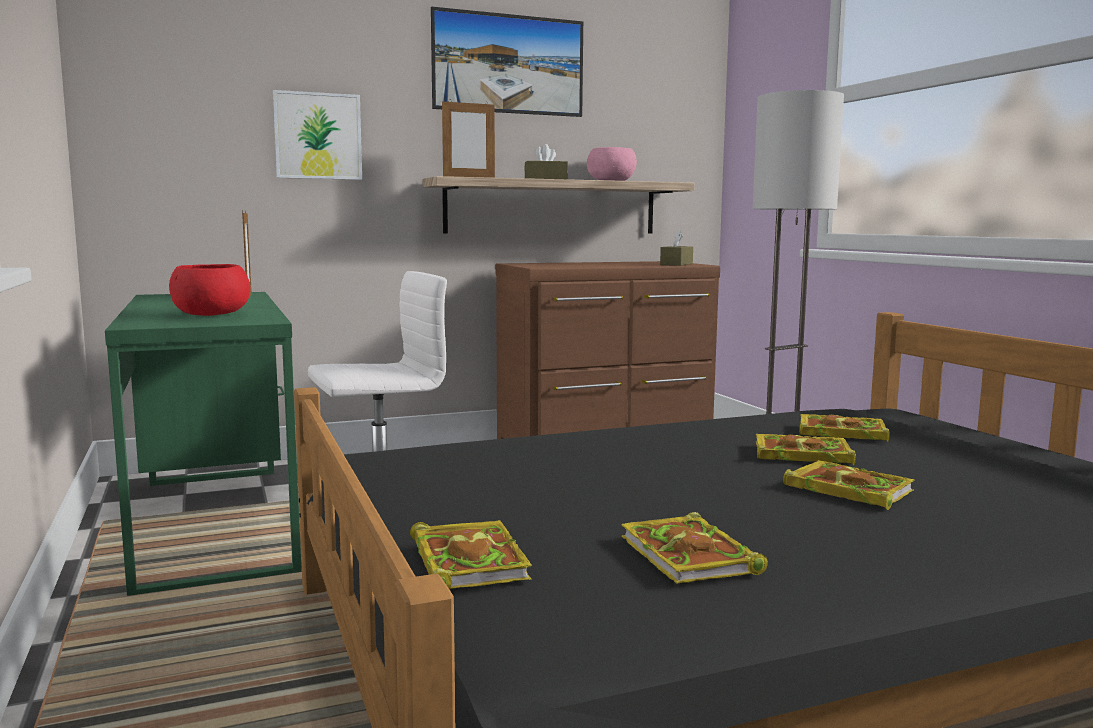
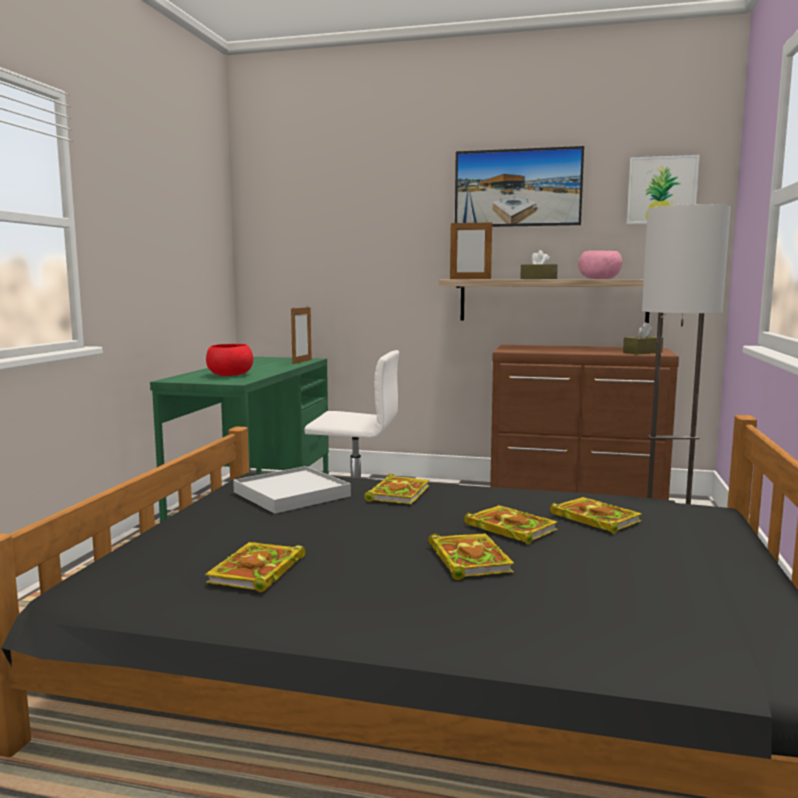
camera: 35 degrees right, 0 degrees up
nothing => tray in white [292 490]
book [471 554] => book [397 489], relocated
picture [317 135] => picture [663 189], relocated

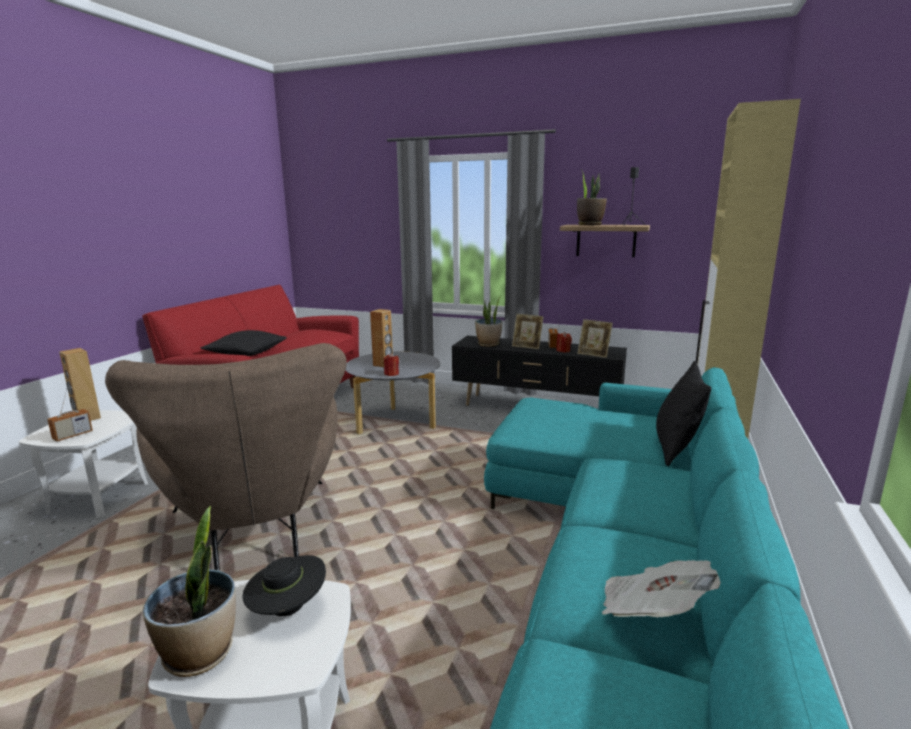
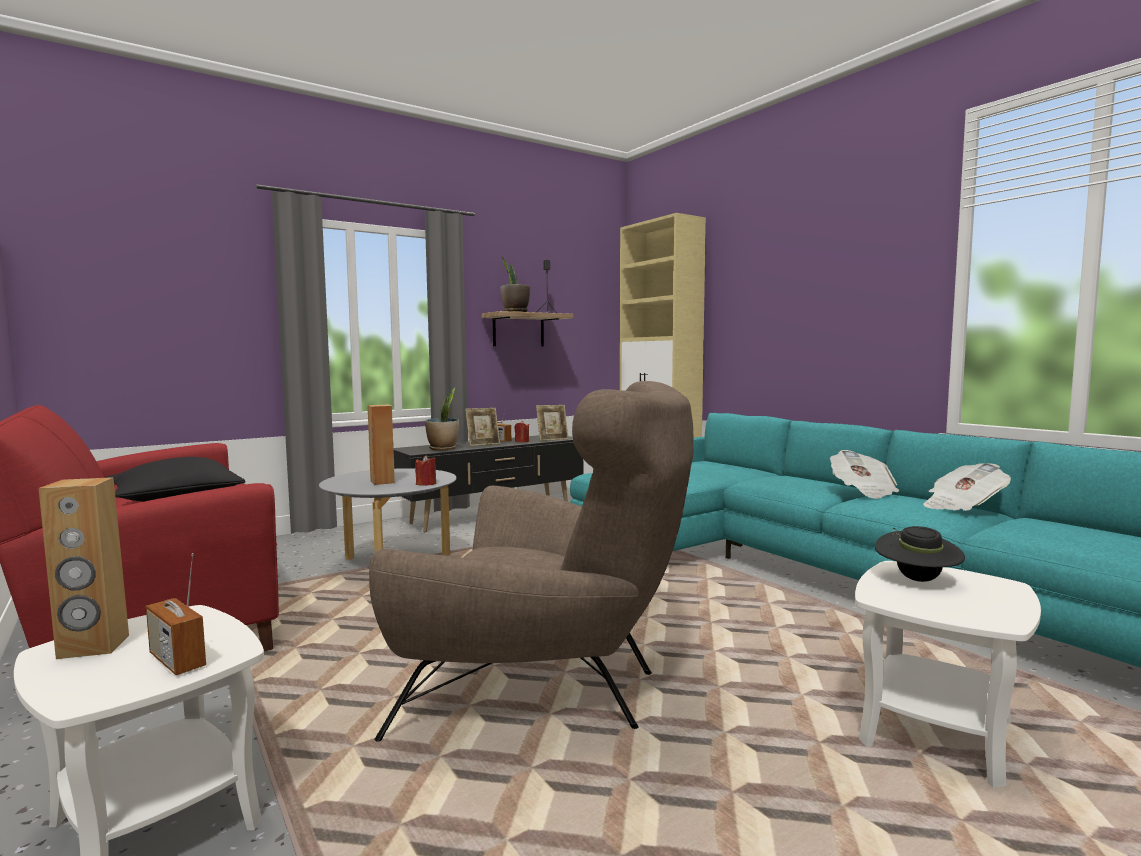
camera: 55 degrees left, 10 degrees down
radio [70 414] => radio [176 614], 150 degrees clockwise
nothing => newspaper [864 474]
potted plant [189 591] => nothing
pillow in black [683 413] => nothing

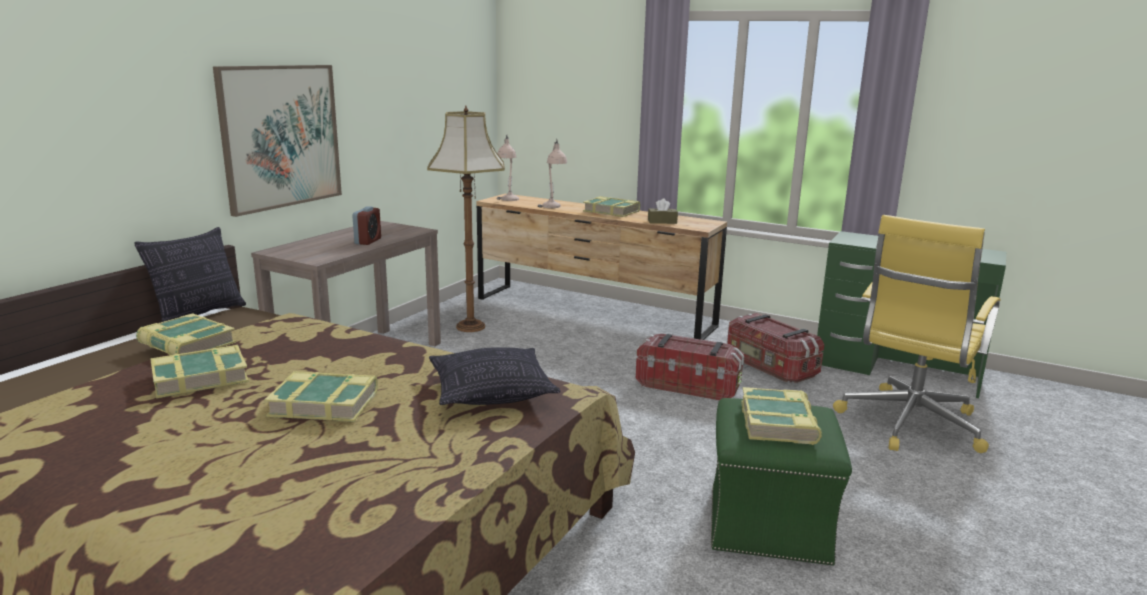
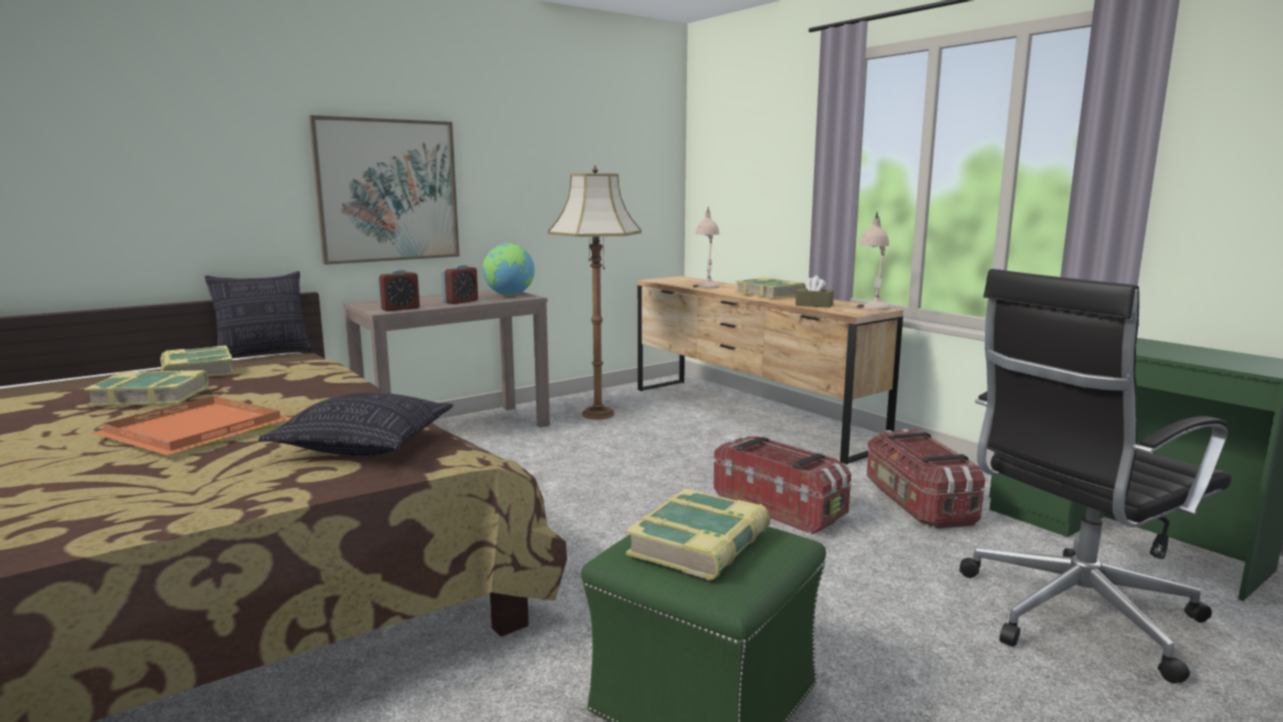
camera: 25 degrees right, 5 degrees down
book [321 396] => tray in orange [191 425]
nothing => alarm clock [398 290]
nothing => globe [509 269]
table lamp in beige [508 167] => table lamp in beige [873 261], relocated
office chair in yellow [916 334] => office chair in black [1095 476]

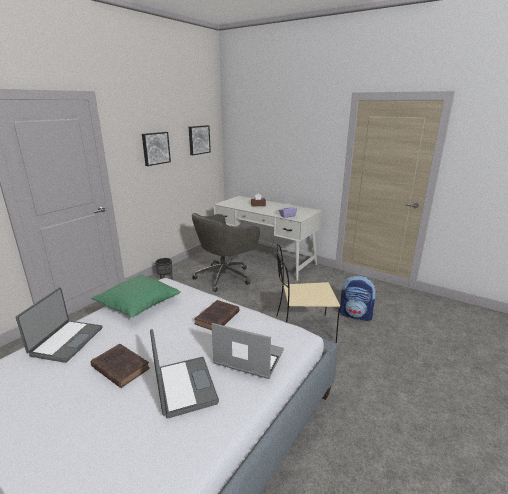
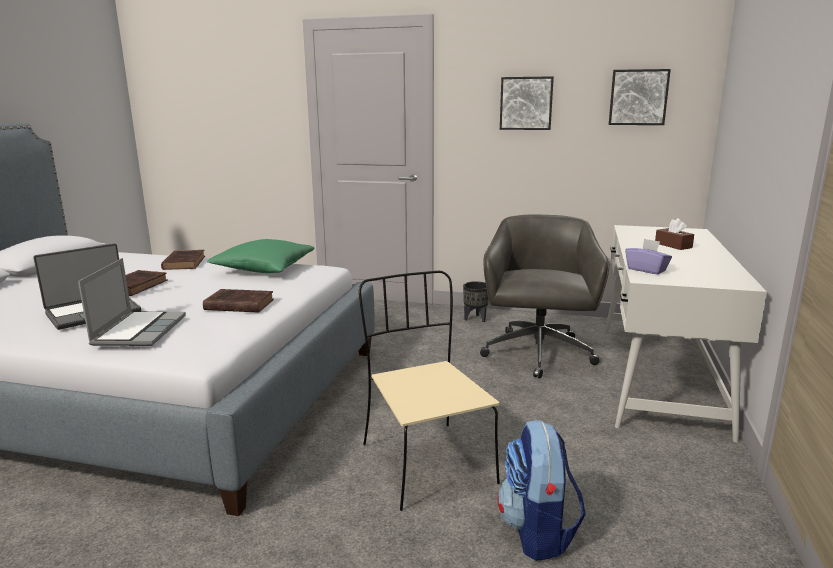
camera: 70 degrees right, 5 degrees down
laptop [59 325] => book in brown [183 260]
office chair in grey [226 252] => office chair in grey [544 297], 75 degrees clockwise

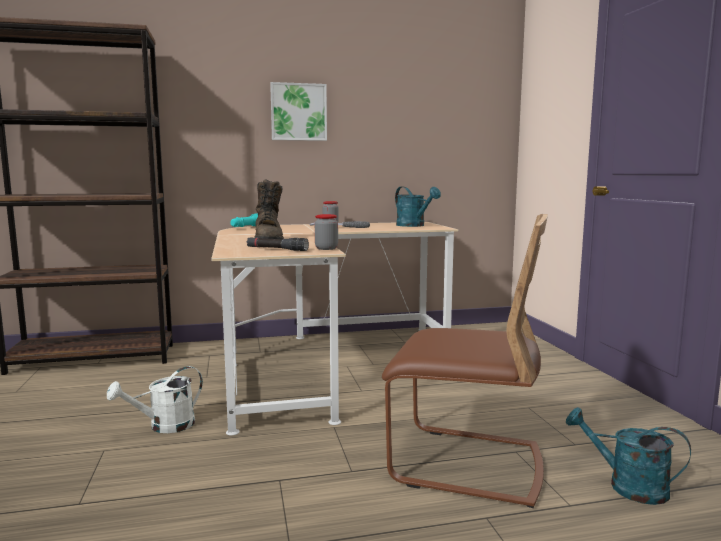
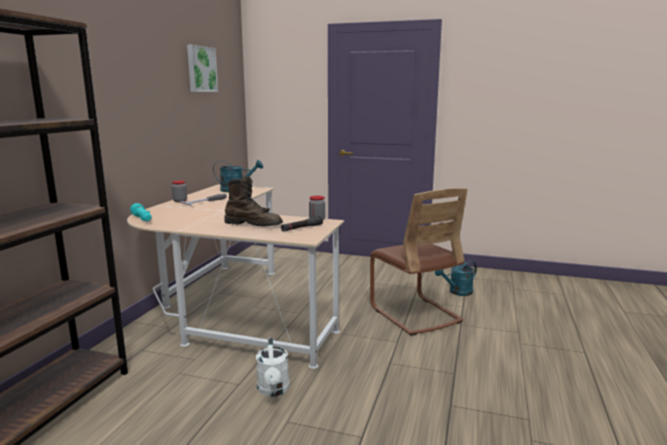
camera: 60 degrees left, 5 degrees up
picture [298 111] => picture [202 68], relocated
chair in brown [465 361] => chair in brown [419 262], 105 degrees clockwise

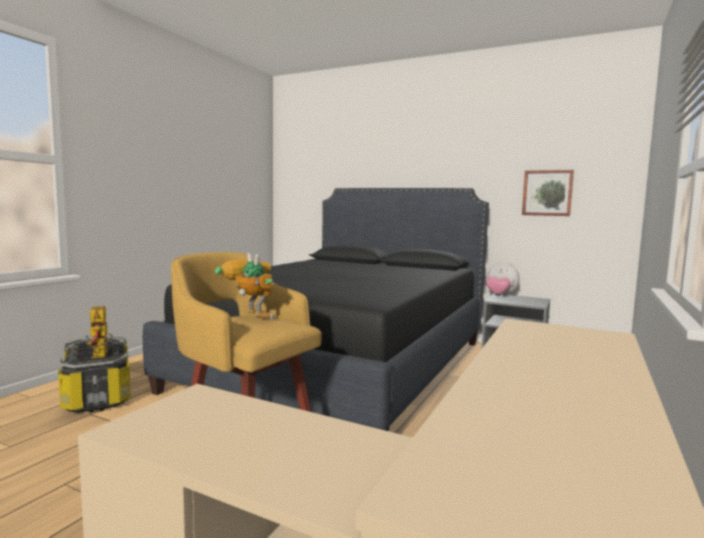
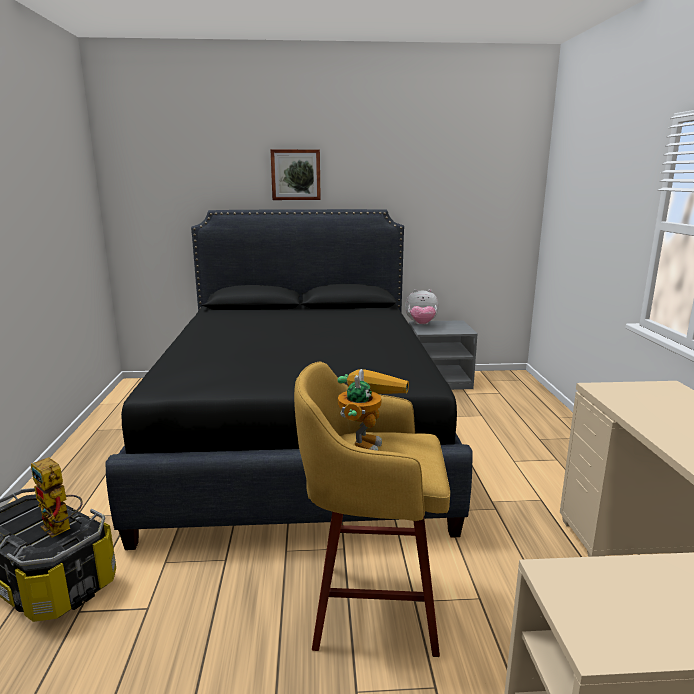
camera: 30 degrees left, 10 degrees up
picture [548 193] => picture [295 174], relocated
toy robot [245 286] => toy robot [373 410], 90 degrees clockwise

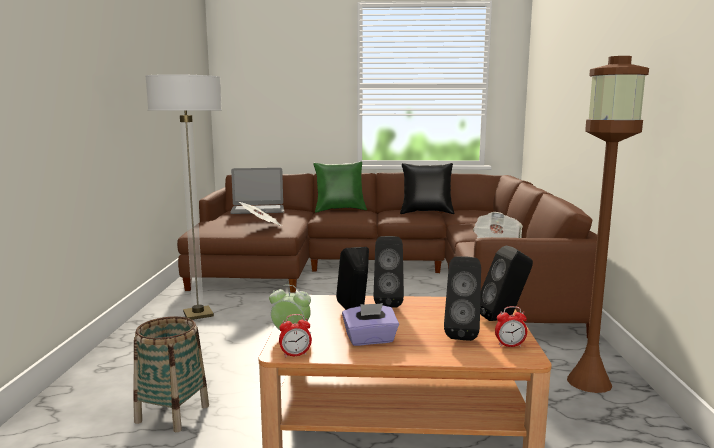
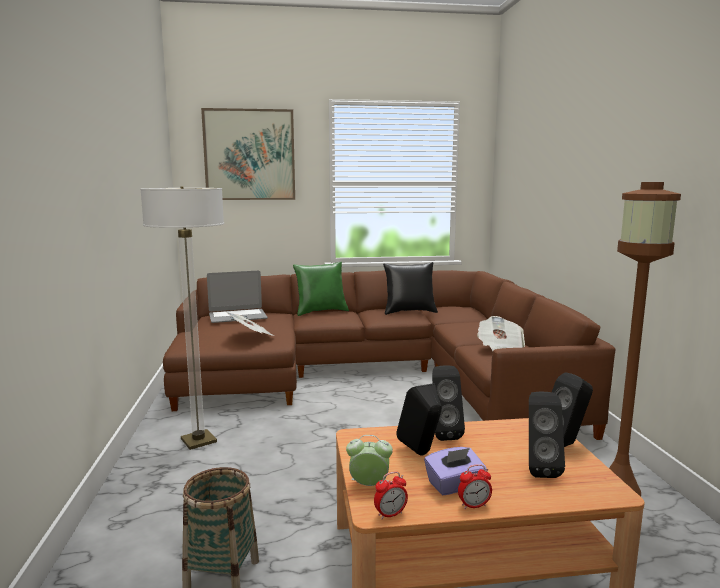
camera: 10 degrees left, 0 degrees up
nothing => picture [248 154]
alarm clock [511 326] => alarm clock [475 486], relocated

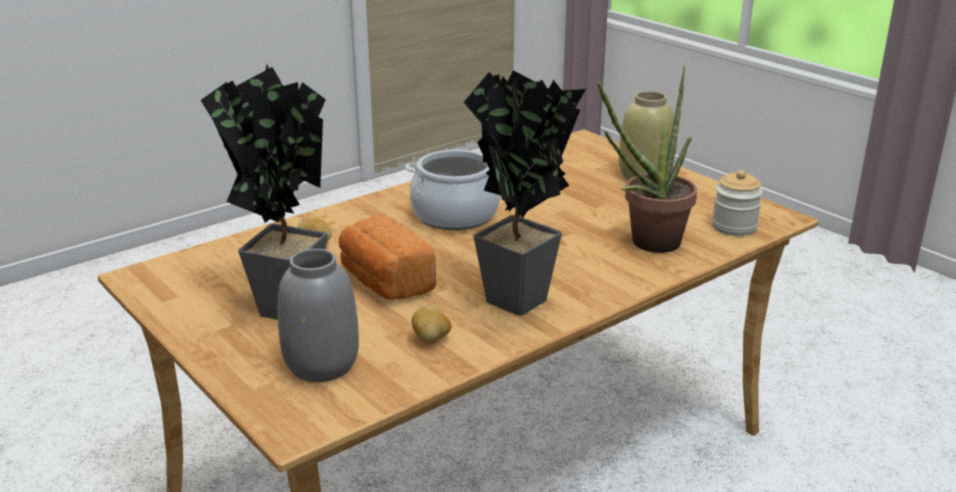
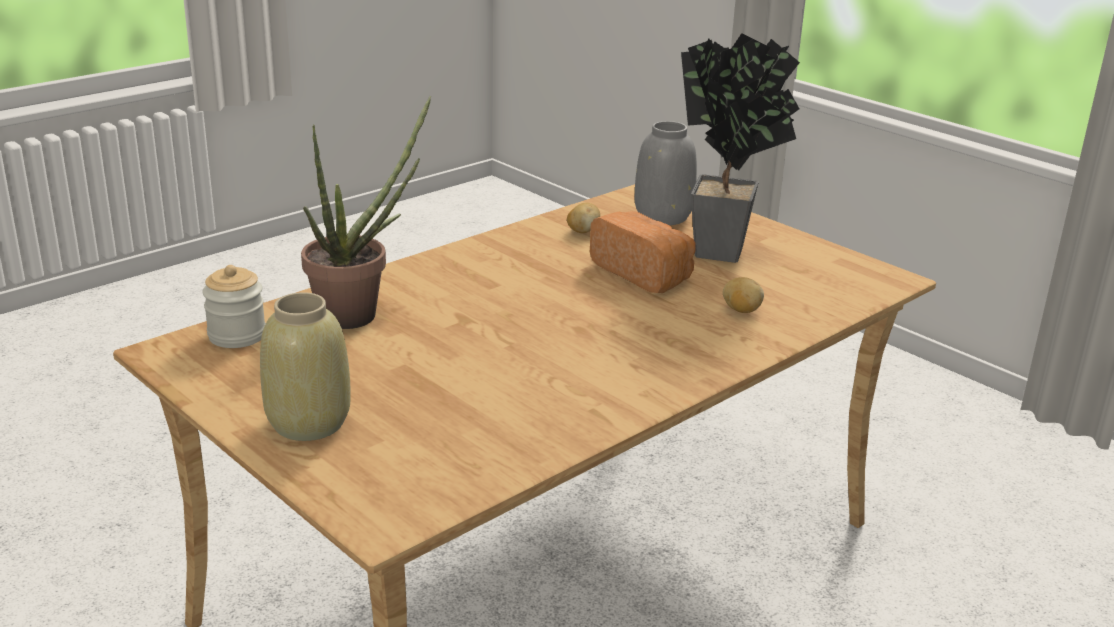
camera: 175 degrees right, 0 degrees up
cooking pot [452 190] => nothing
potted plant [525 193] => nothing

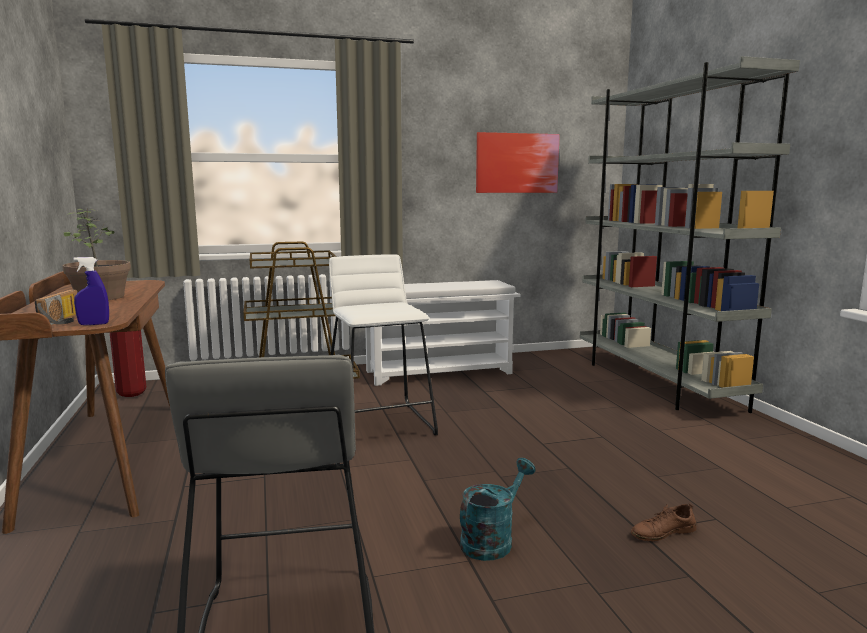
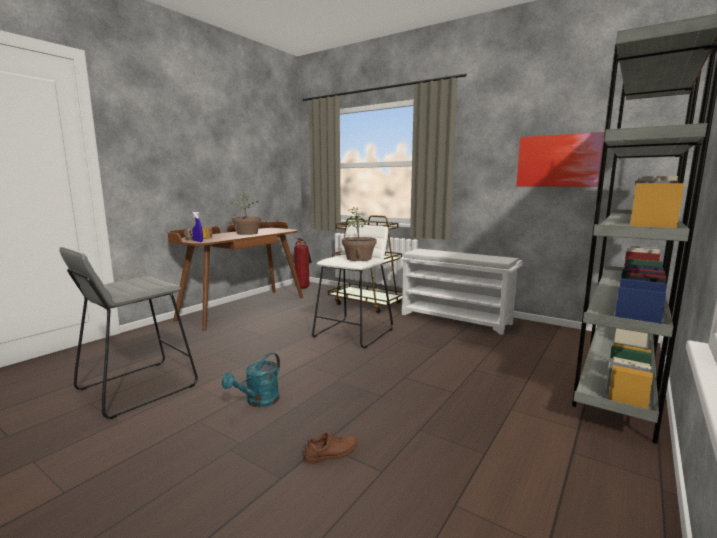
camera: 50 degrees right, 0 degrees up
watering can in turquoise [498 509] => watering can in turquoise [251 380], 120 degrees clockwise
shoe in brown [663 522] => shoe in brown [330 448], 120 degrees clockwise
nothing => potted plant [359 234]

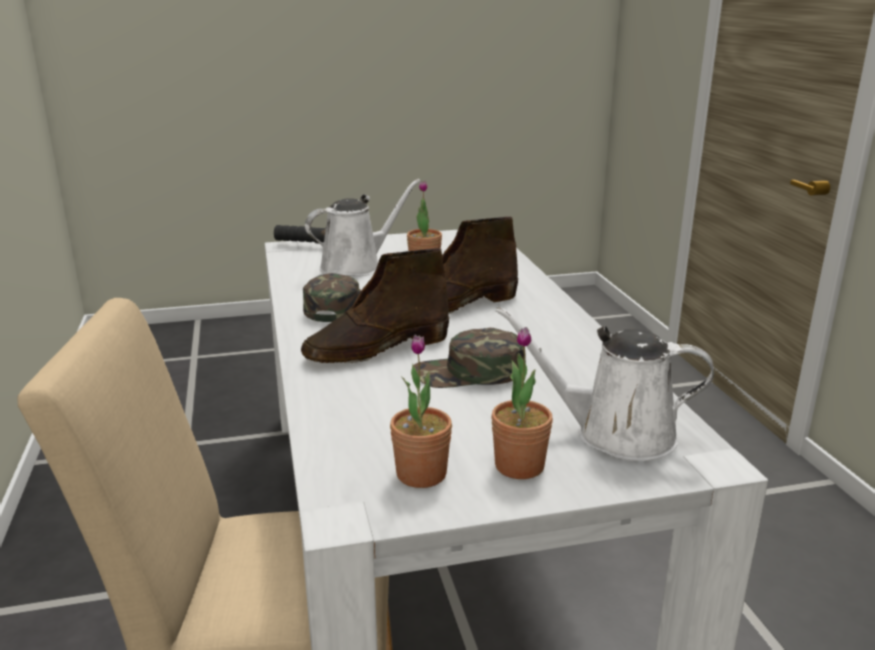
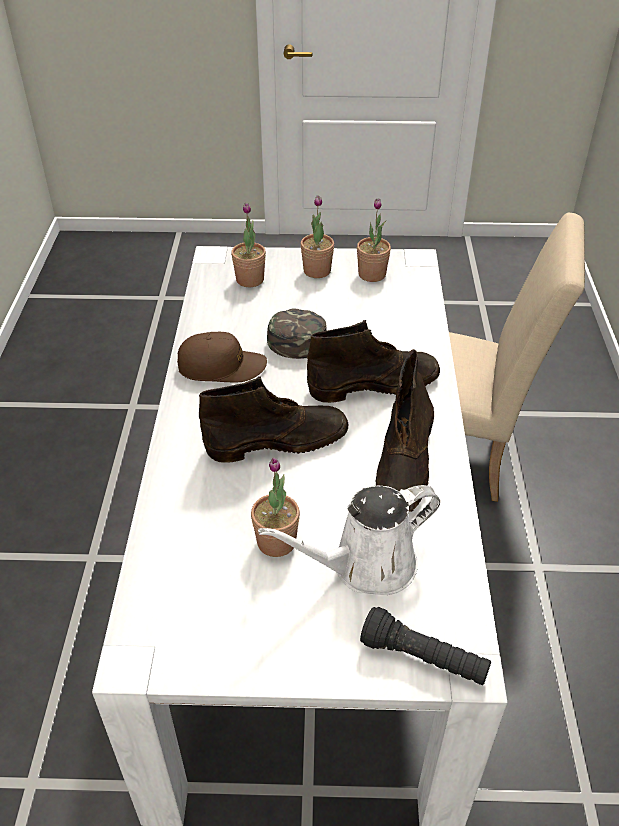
camera: 165 degrees left, 20 degrees up
nothing => cap in brown [222 357]
watering can in white [604 383] => potted plant [248 245]
cap in green [332 297] => boot in brown [405 430]

